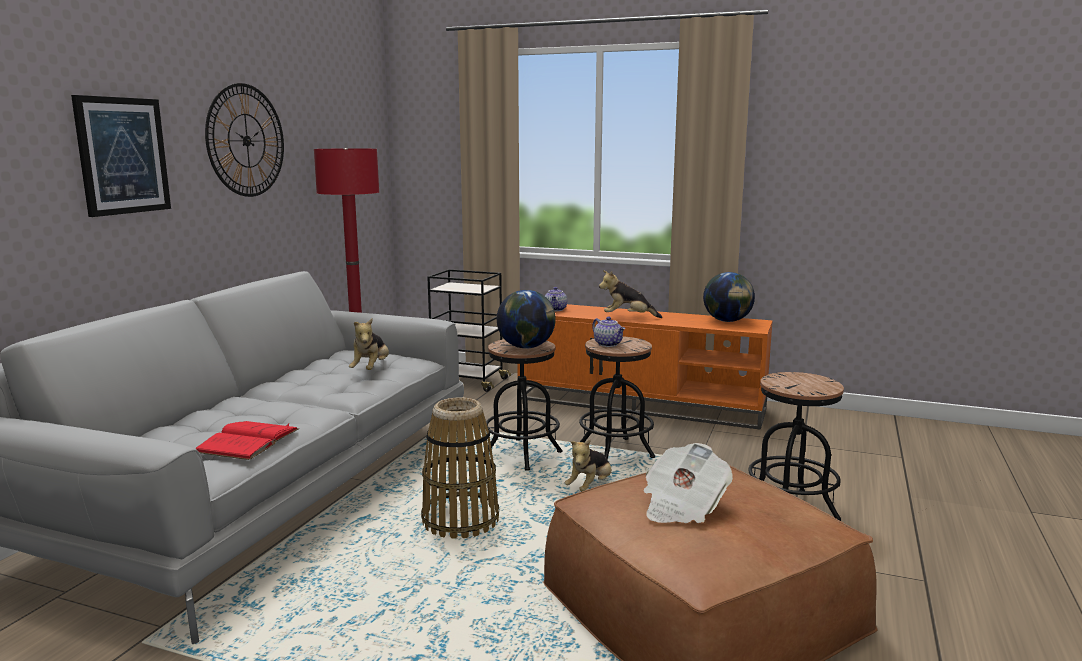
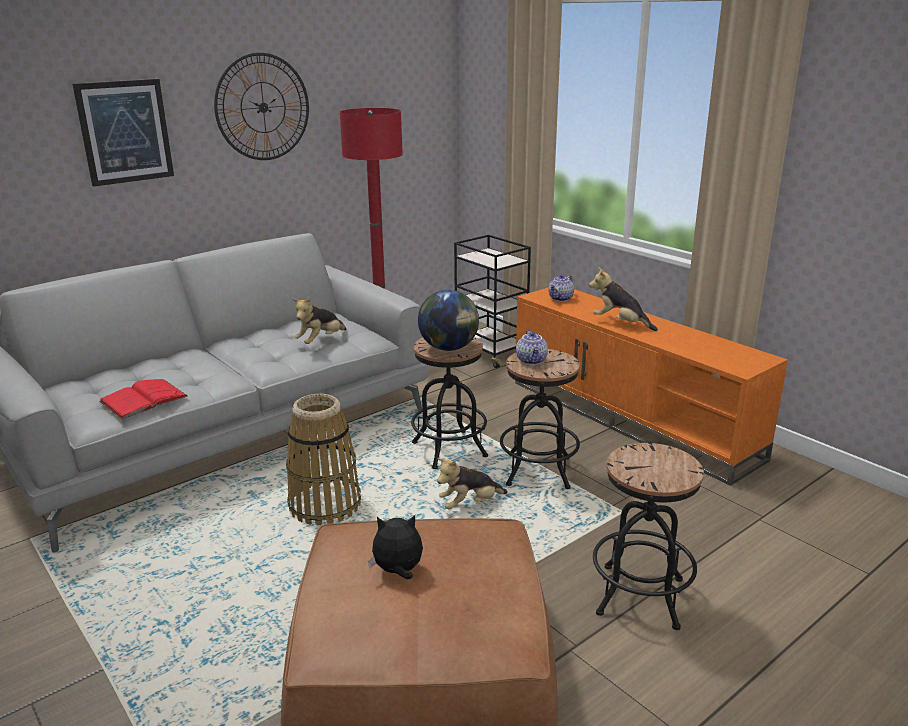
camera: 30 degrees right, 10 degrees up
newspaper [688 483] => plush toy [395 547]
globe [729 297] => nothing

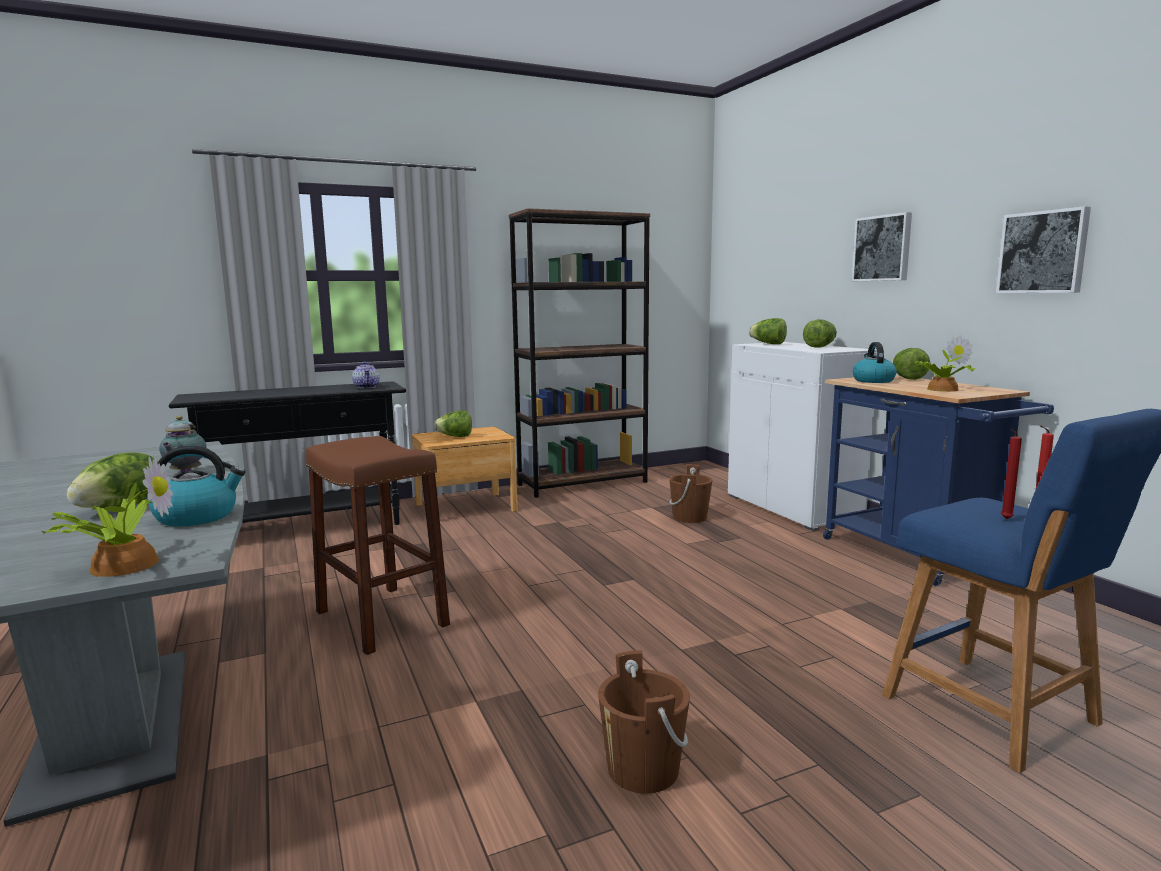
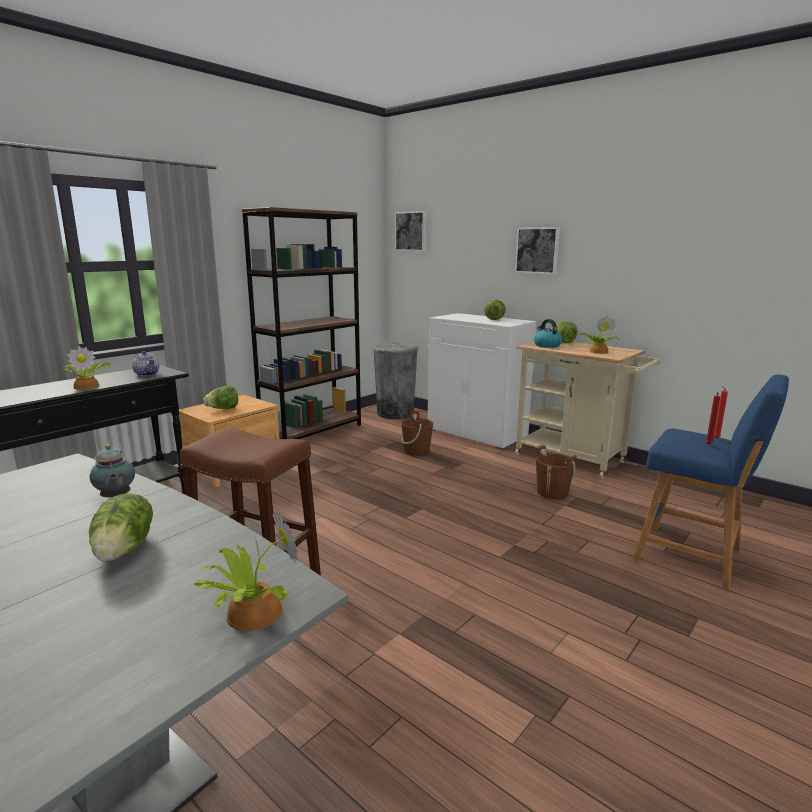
camera: 25 degrees left, 5 degrees up
nothing => potted plant [85 368]
nothing => trash can in grey [395 381]
picture [1043 249] => picture [411 231], relocated
cart in blue [938 480] => cart in beige [588 410]
bucket in brown [644 722] => bucket in brown [556 472], relocated
kettle [197 486] => nothing
lettuce [768 331] => nothing

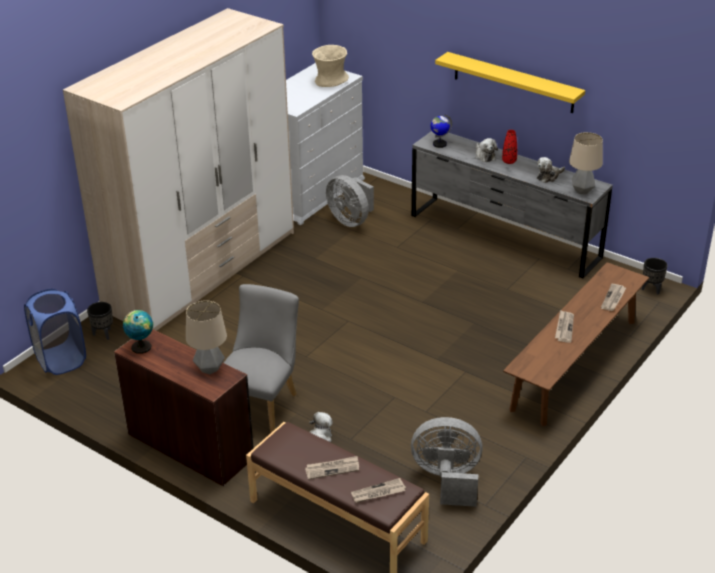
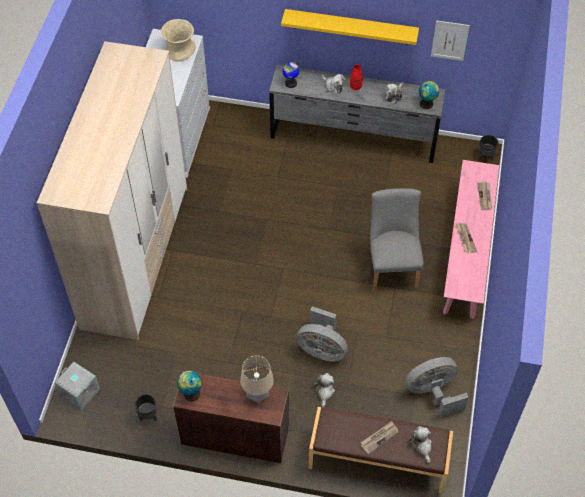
camera: 25 degrees left, 20 degrees up
laundry basket in blue [55 332] => storage box in grey [77 386]
planter in black [100 321] => planter in black [146 407], relocated
fan in grey [350 201] => fan in grey [322 334], relocated
chair in grey [261 358] => chair in grey [397 239], relocated
newspaper [378 490] => plush toy [421 445]
table lamp [586 163] => globe [429 95]
nothing => picture [450 40]
bench in brown [576 344] => bench in pink [471 239]

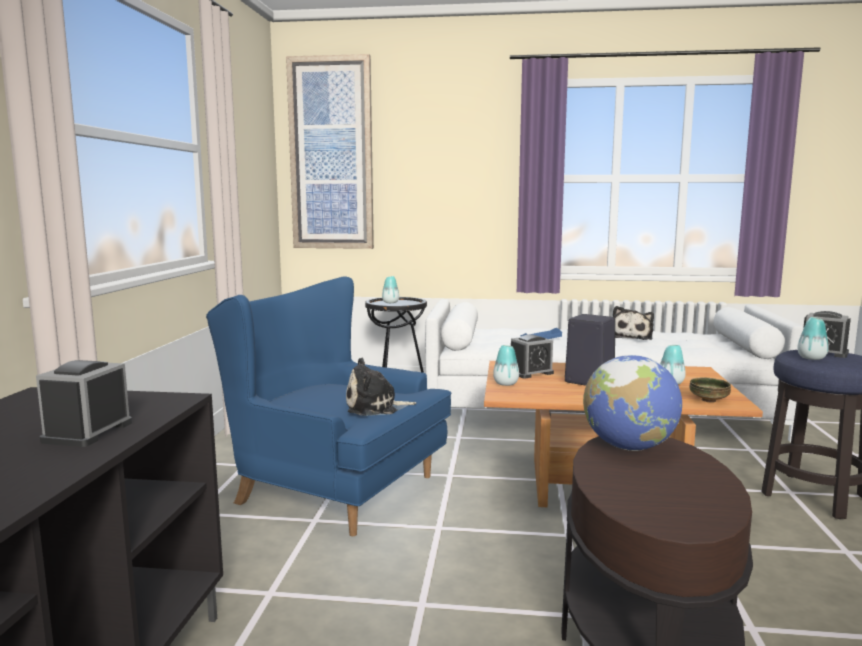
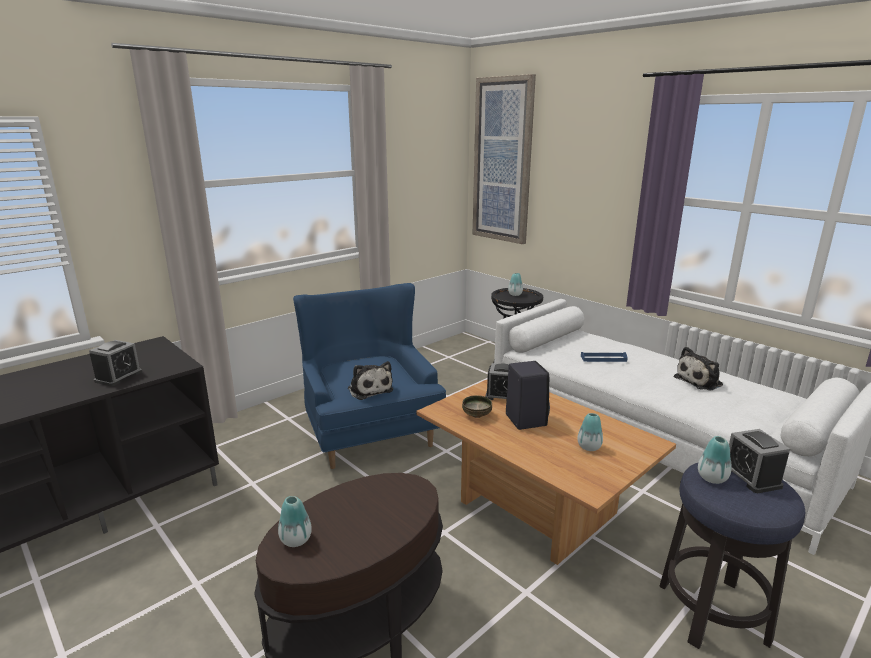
camera: 40 degrees right, 10 degrees up
alarm clock [84 403] => alarm clock [115 363], 150 degrees clockwise
vase [506 365] => vase [295 521], relocated
plush toy [381 387] => plush toy [370 380], 150 degrees counterclockwise
bowl [710 390] => bowl [477 406], relocated
globe [632 403] => nothing

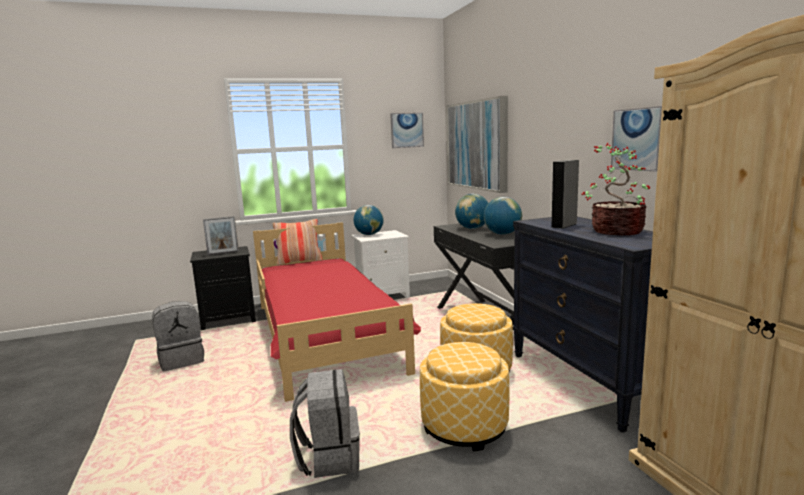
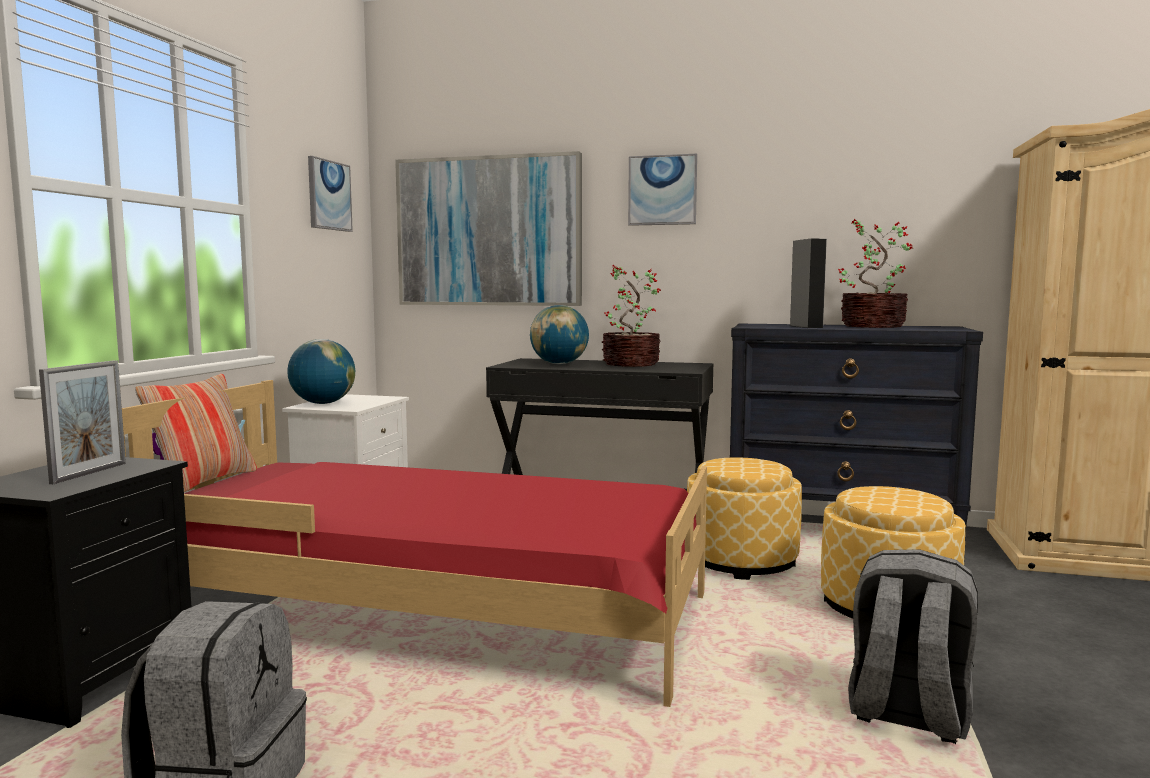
camera: 55 degrees left, 5 degrees down
globe [503 216] => potted plant [631 316]
picture [636 139] => picture [662 190], relocated

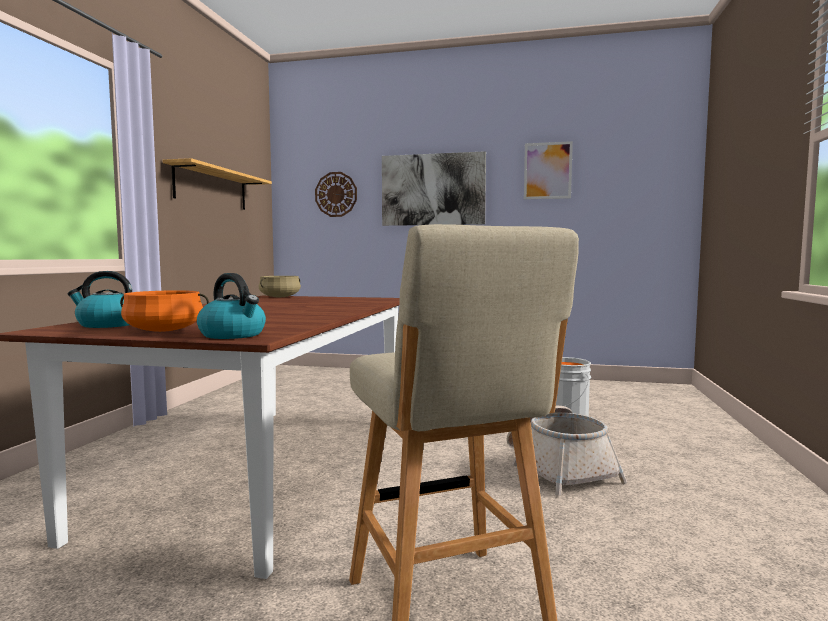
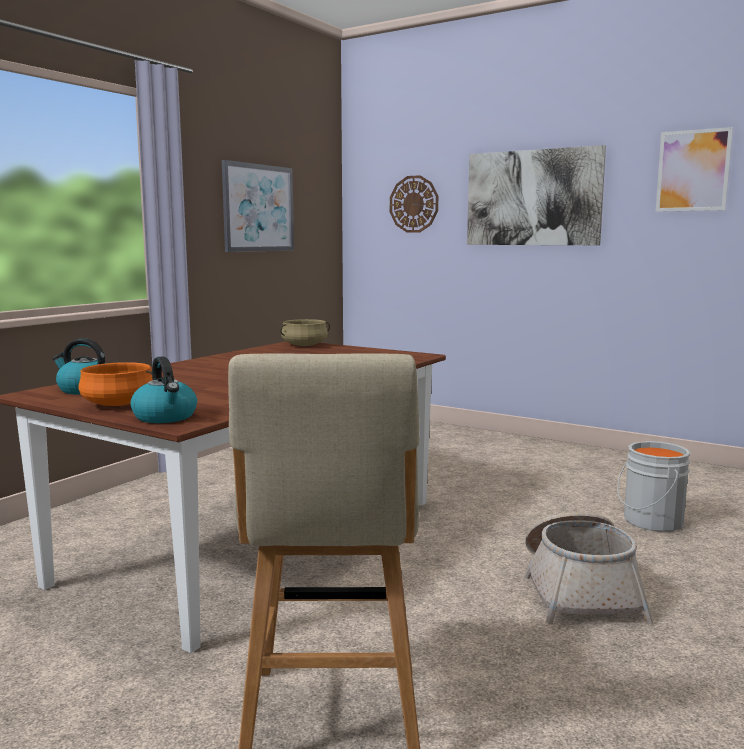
camera: 20 degrees right, 5 degrees up
shelf [217 184] => picture [258 206]

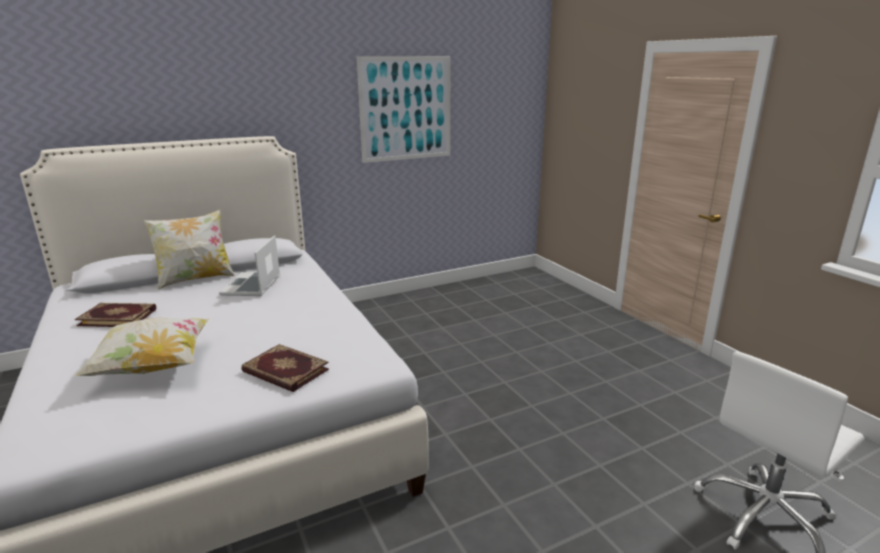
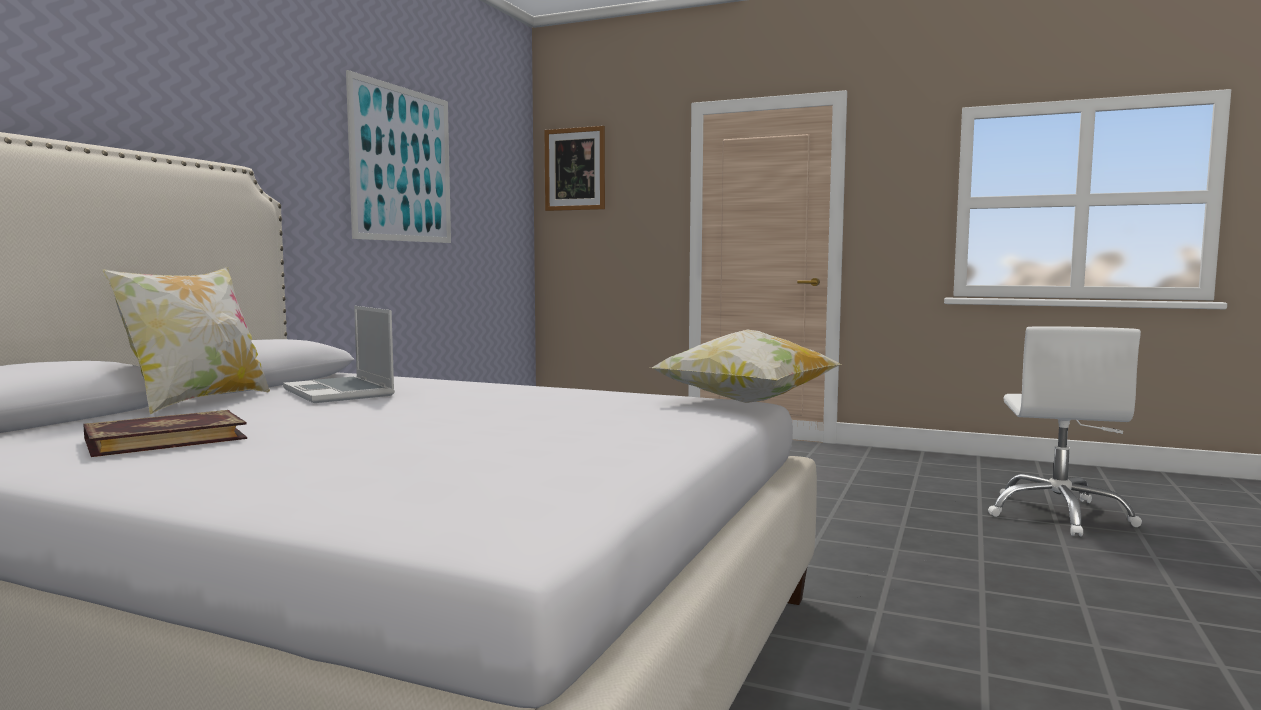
camera: 40 degrees left, 15 degrees down
nothing => picture [574 168]
pillow [141 347] => pillow [747 366], relocated
book [285 368] => nothing

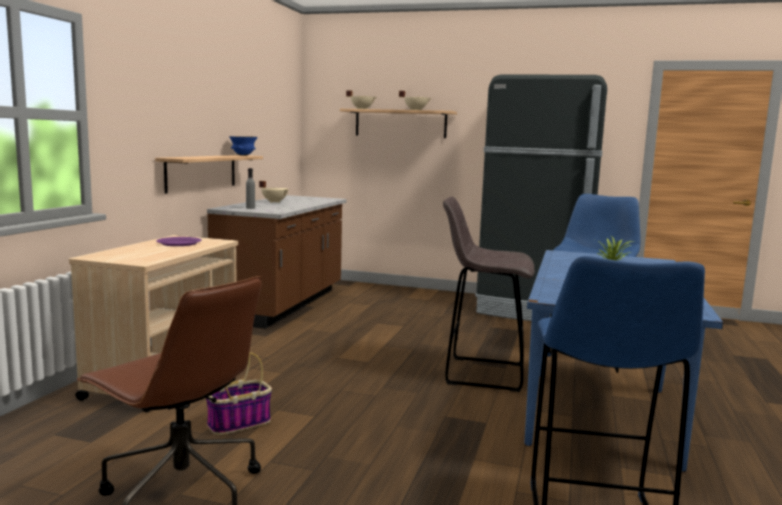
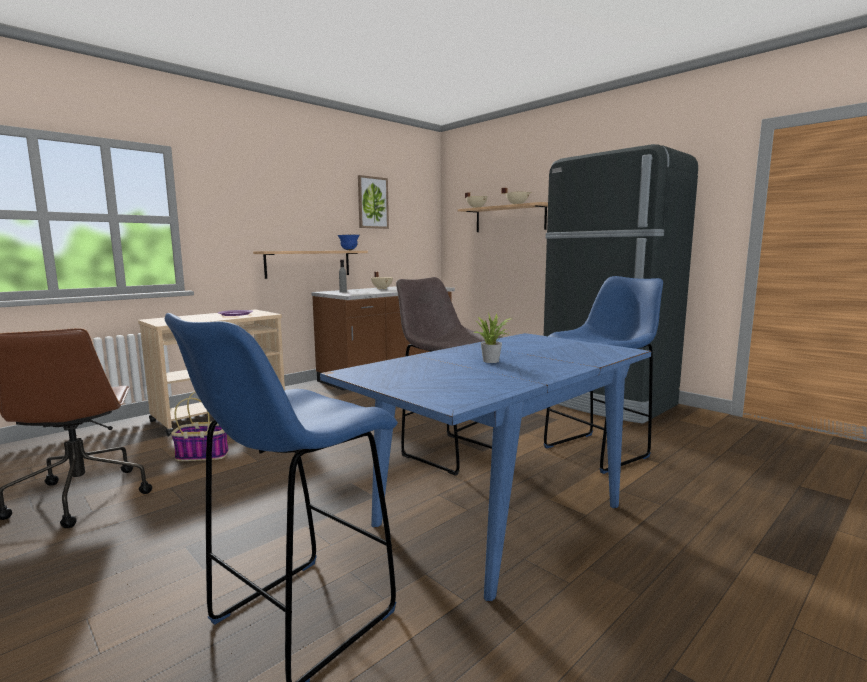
camera: 30 degrees right, 0 degrees up
nothing => picture [373 202]

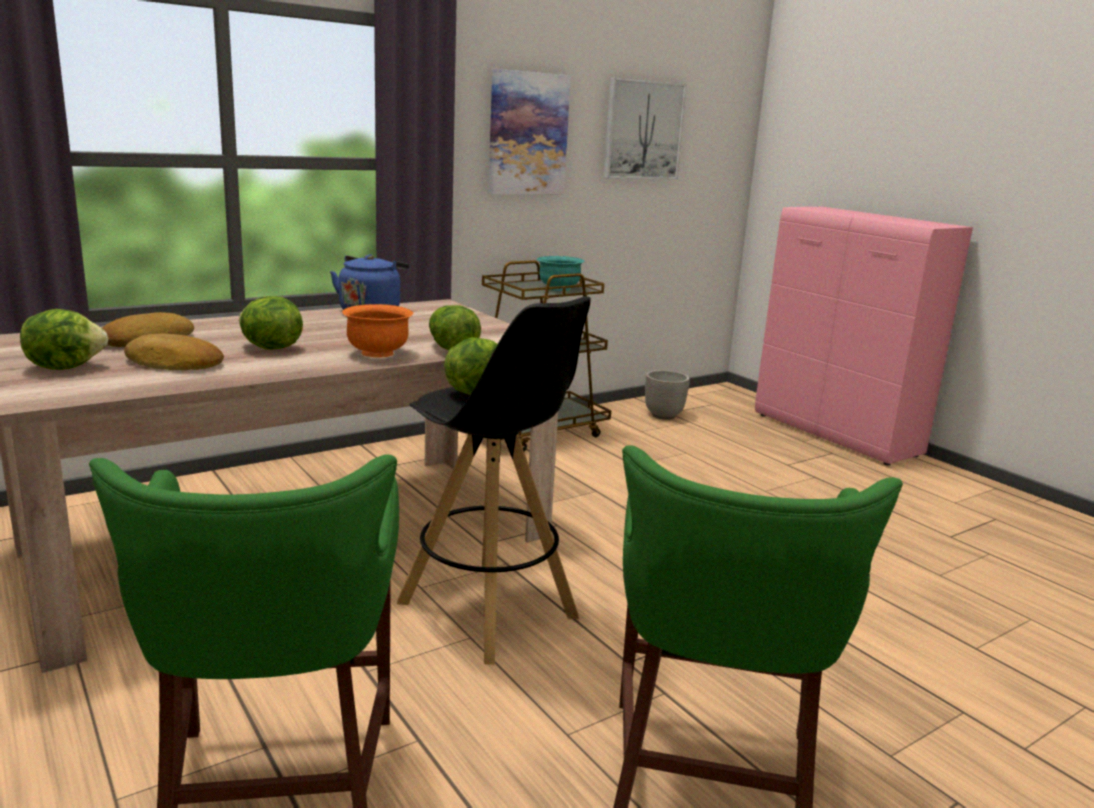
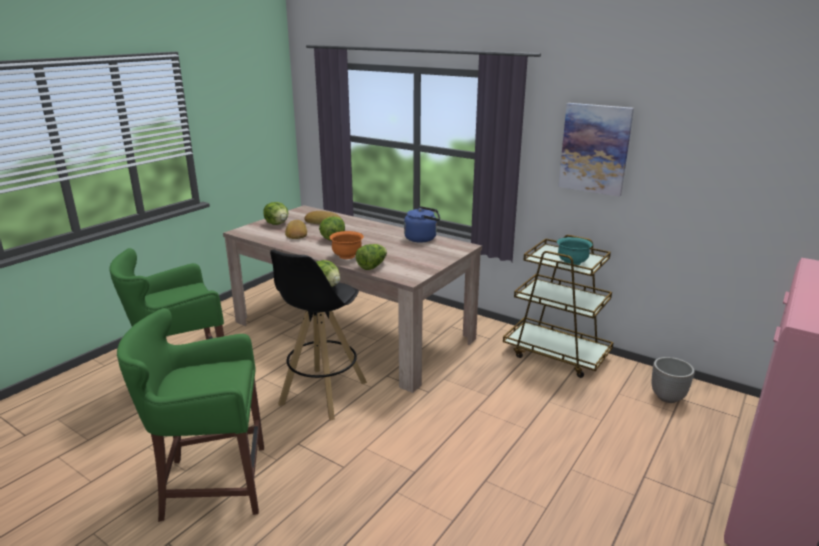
camera: 70 degrees right, 5 degrees up
picture [645 128] => nothing

